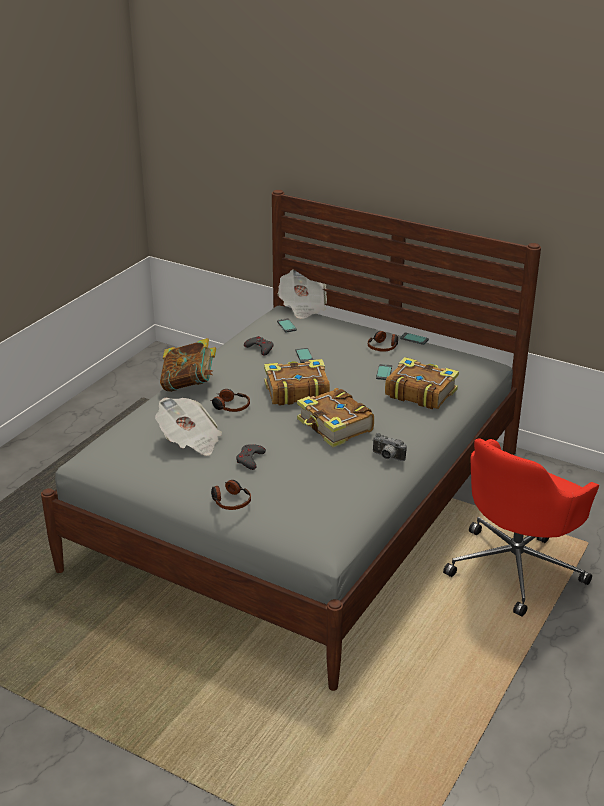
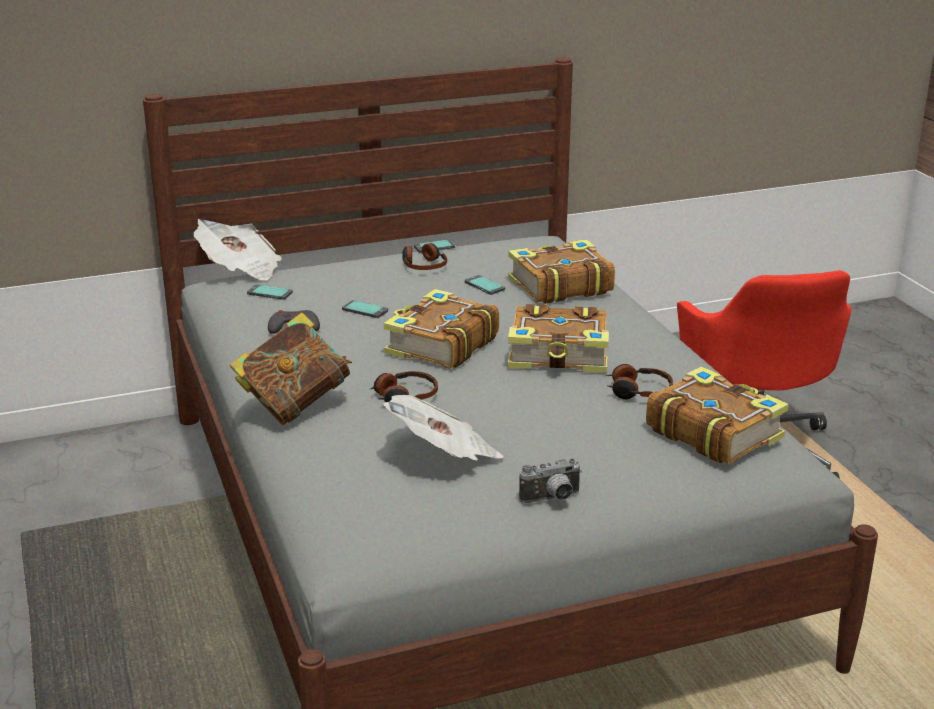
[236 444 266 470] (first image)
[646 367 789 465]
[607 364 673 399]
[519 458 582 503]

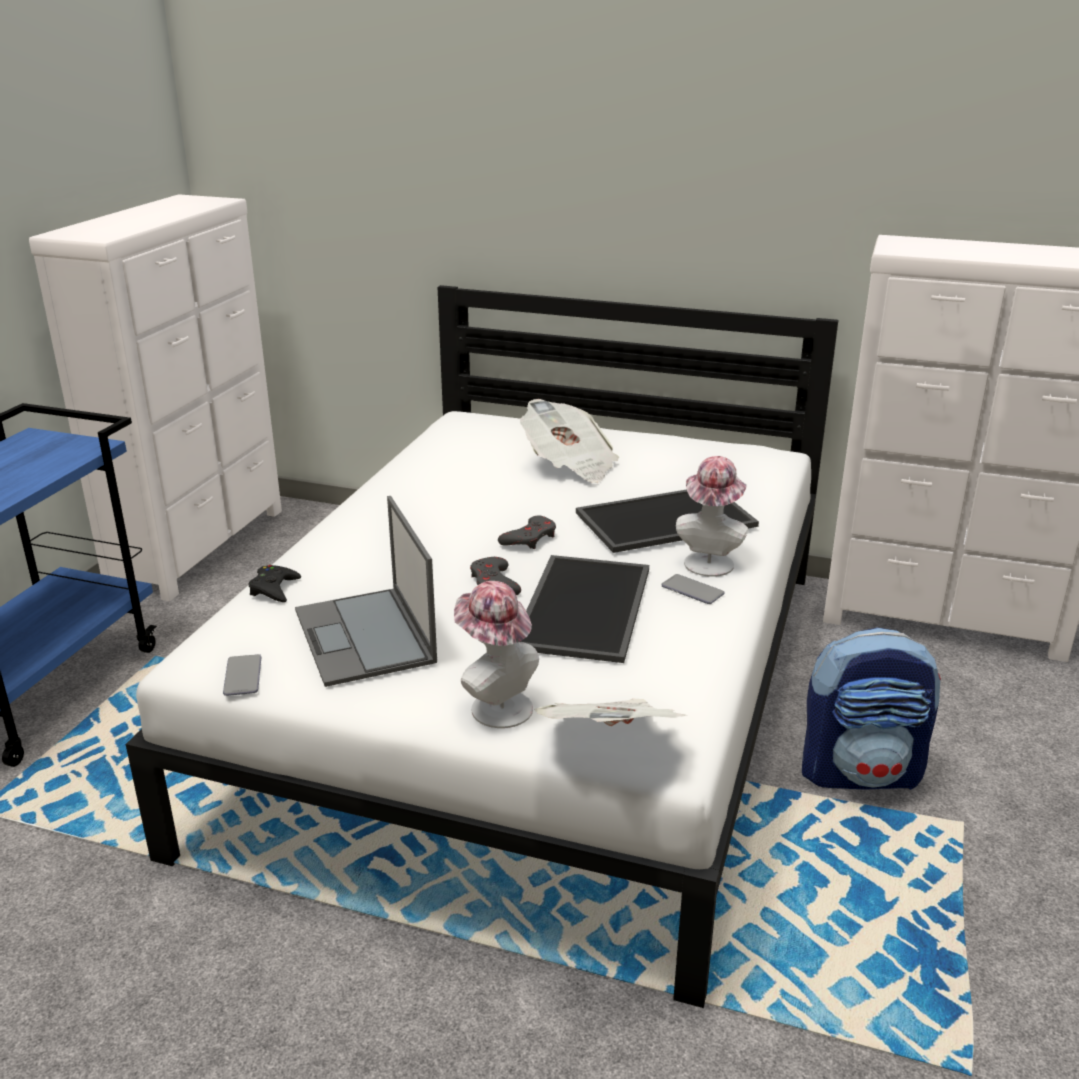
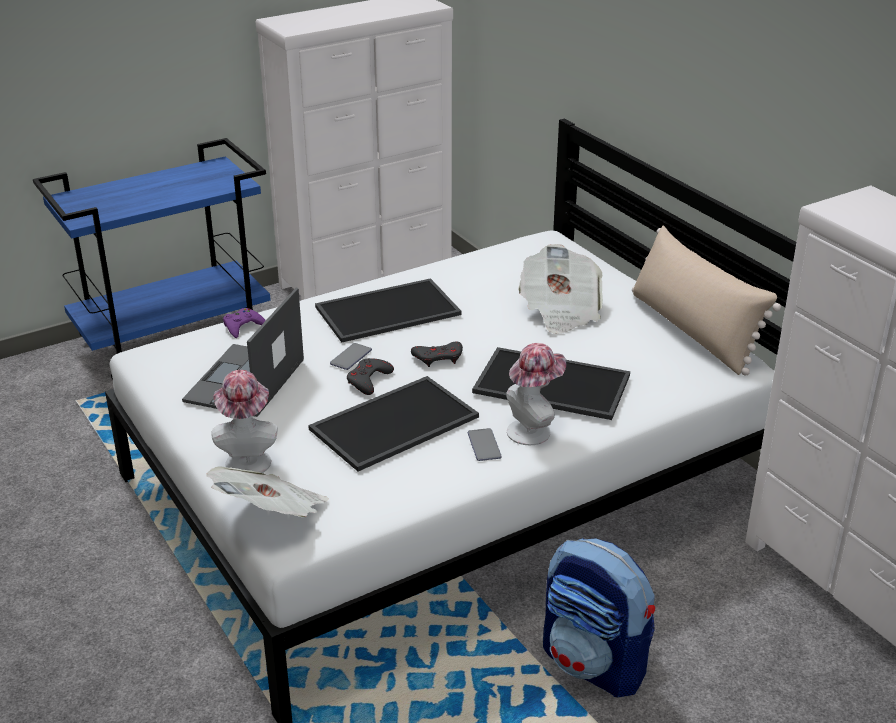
[315 278 462 343]
[632 225 781 375]
[330 343 372 370]
[223 308 266 338]

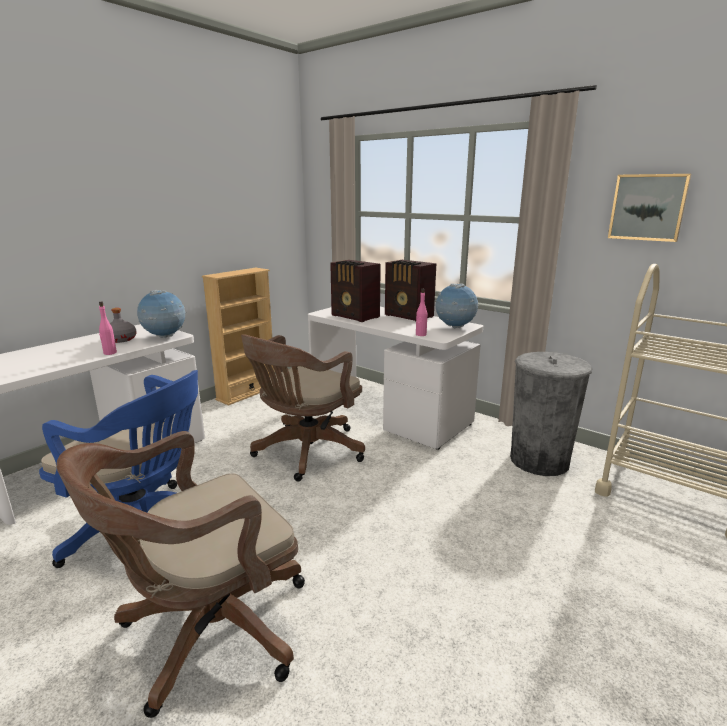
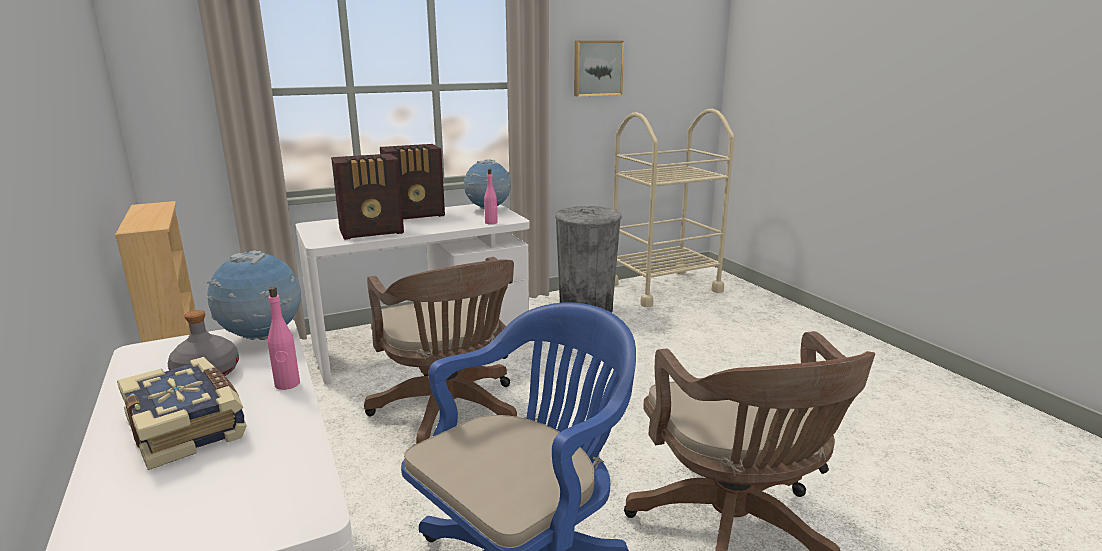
[117 357 247 470]

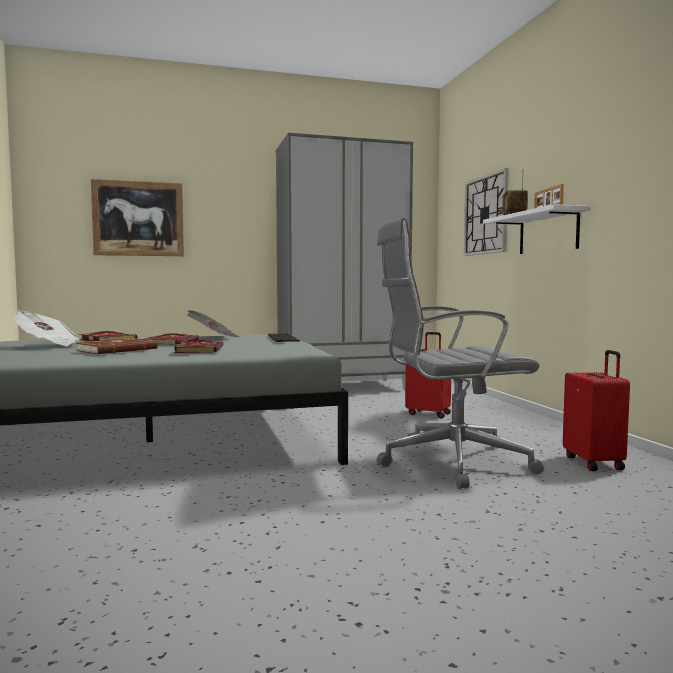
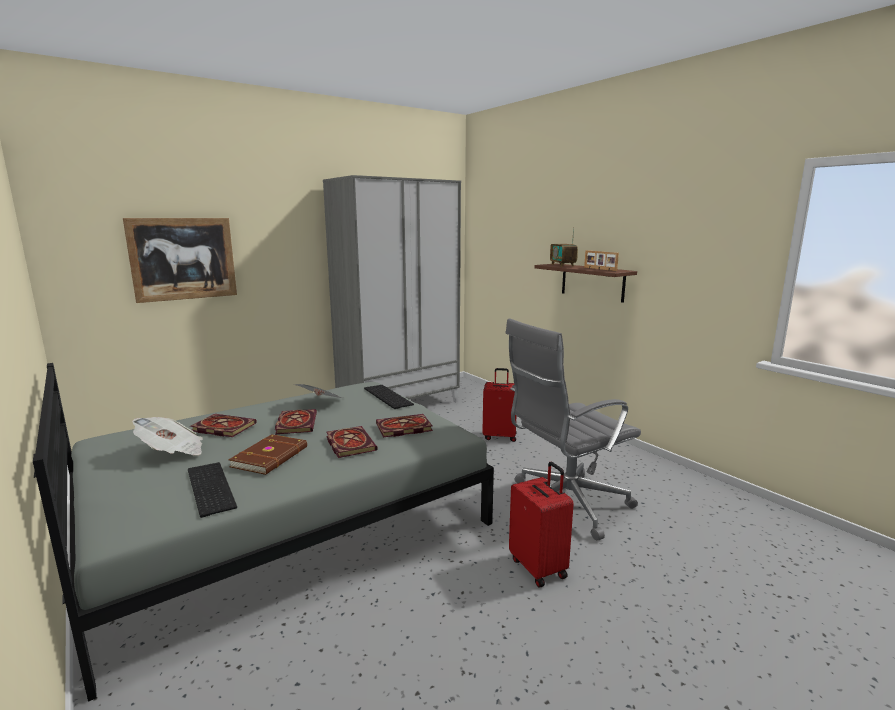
[464 168 509 256] (first image)
[188 462 237 518]
[376 414 433 438]
[509 462 574 588]
[534 263 637 303]

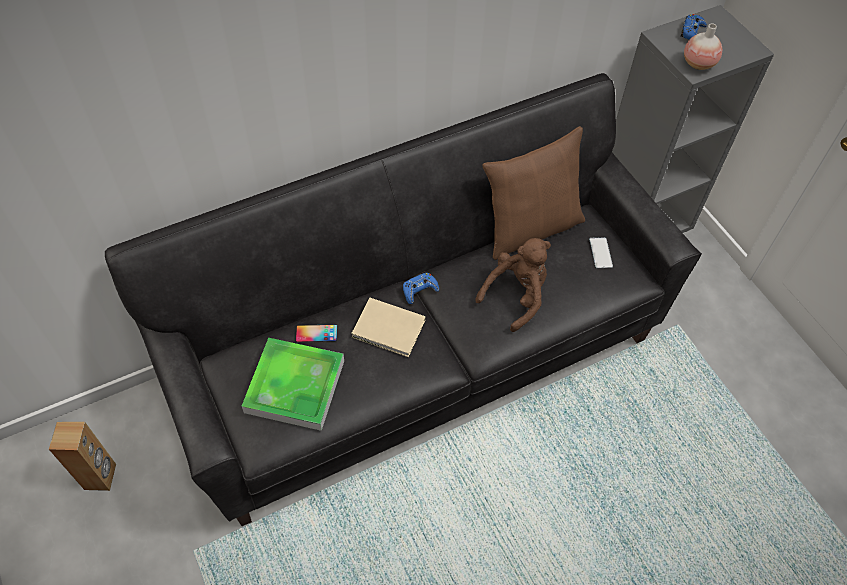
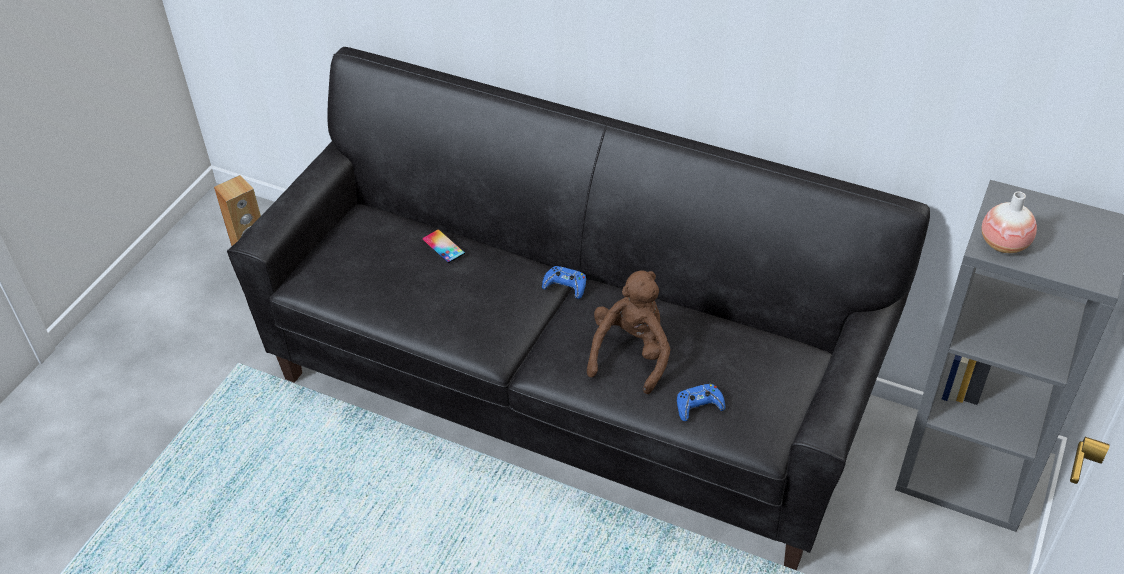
[242 338 344 431] (first image)
[351 298 426 357] (first image)
[483 126 585 260] (first image)
[589 237 613 268] (first image)
[677 384 725 421]
[587 271 671 394]

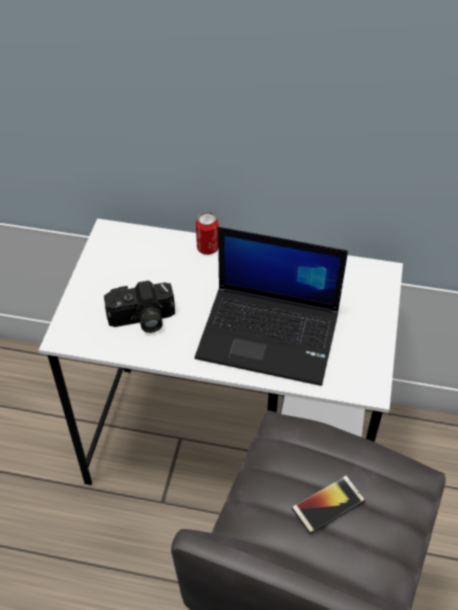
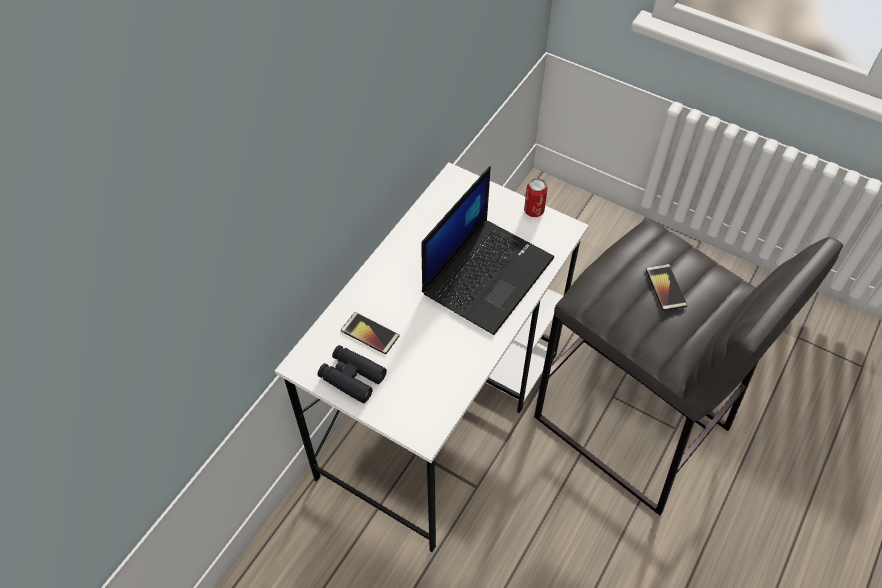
[104 280 175 333] (first image)
[318 345 387 403]
[341 312 399 354]
[524 178 548 217]

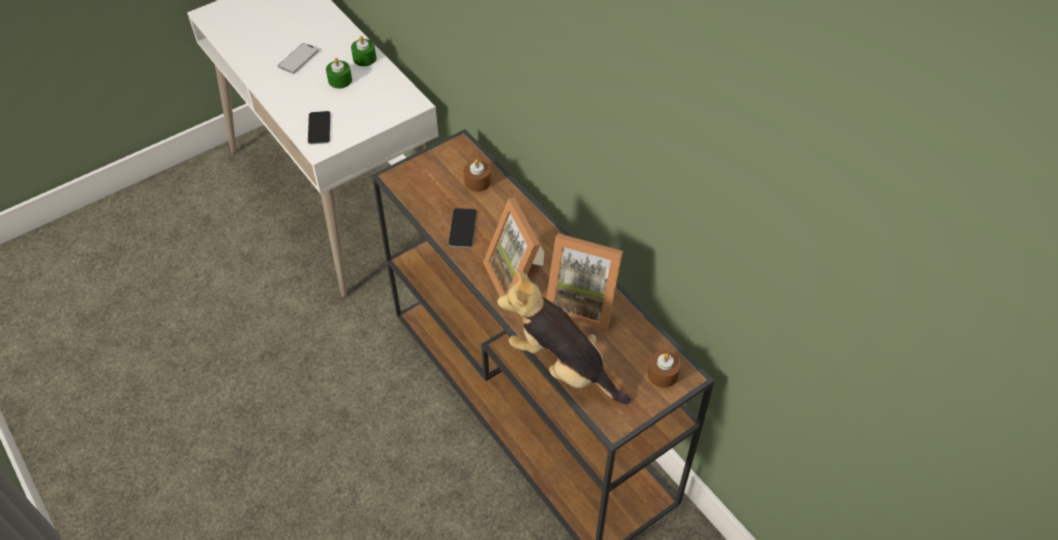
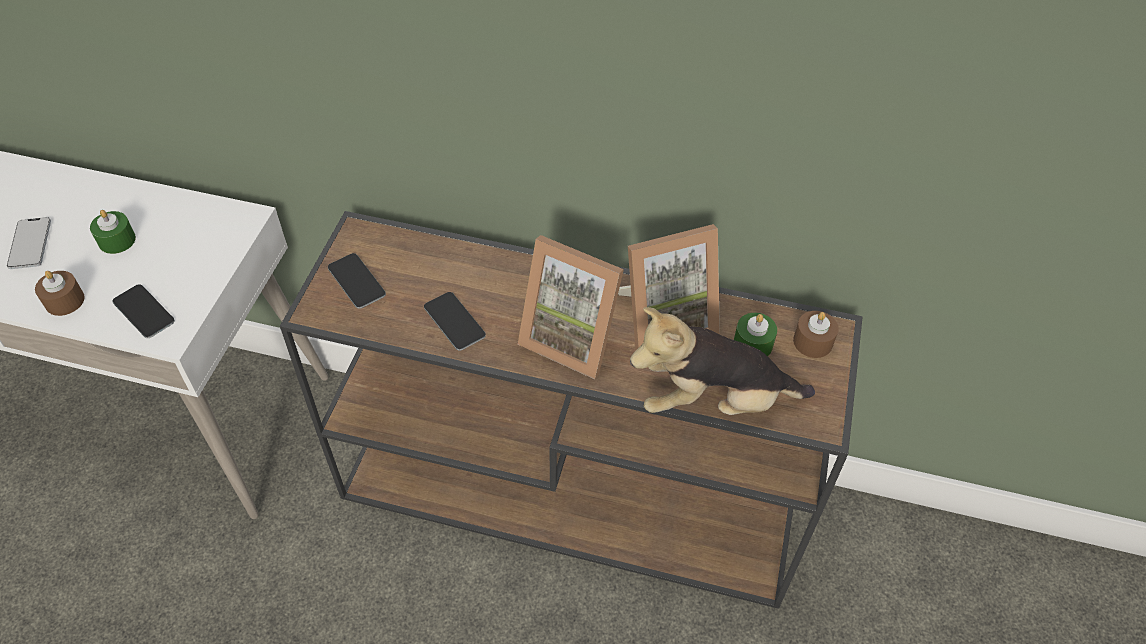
[328 253 386 309]
[734 313 777 356]
[35 271 85 316]

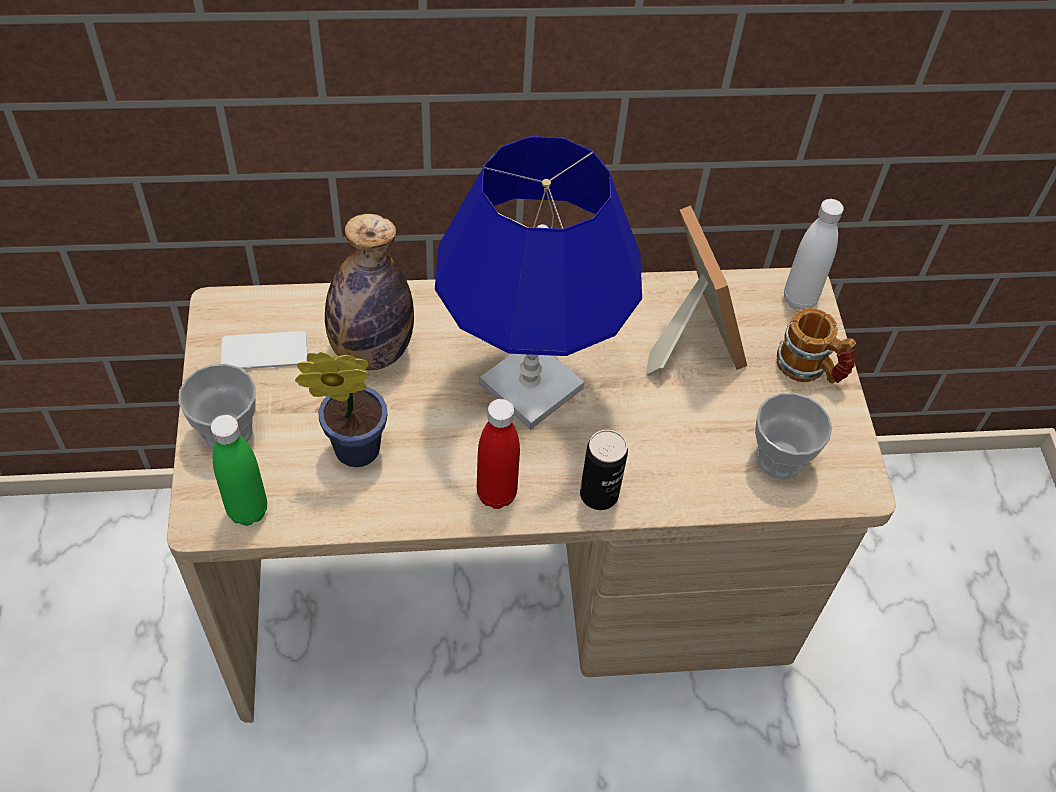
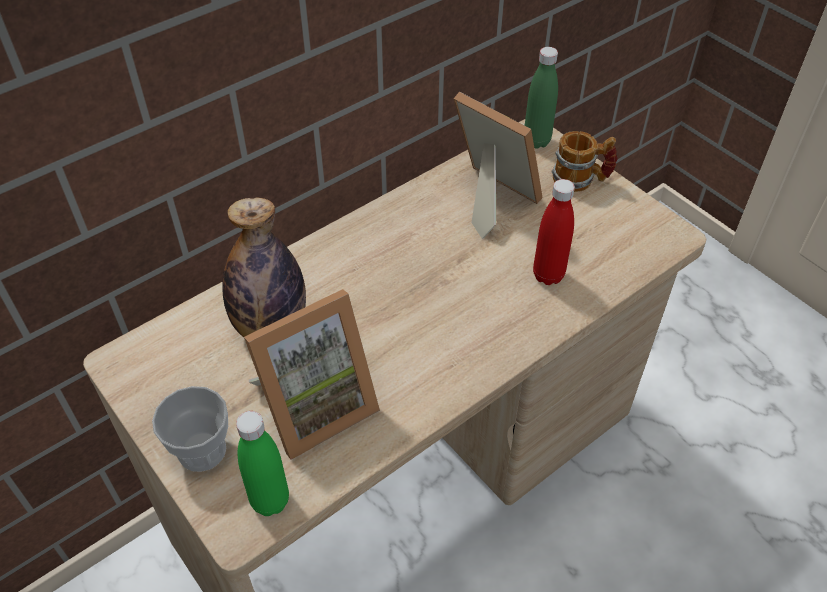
[221 331 307 369] (first image)
[435 136 642 430] (first image)
[580 430 628 510] (first image)
[755 393 832 480] (first image)
[533 179 575 285]
[244 289 380 460]
[525 47 558 149]

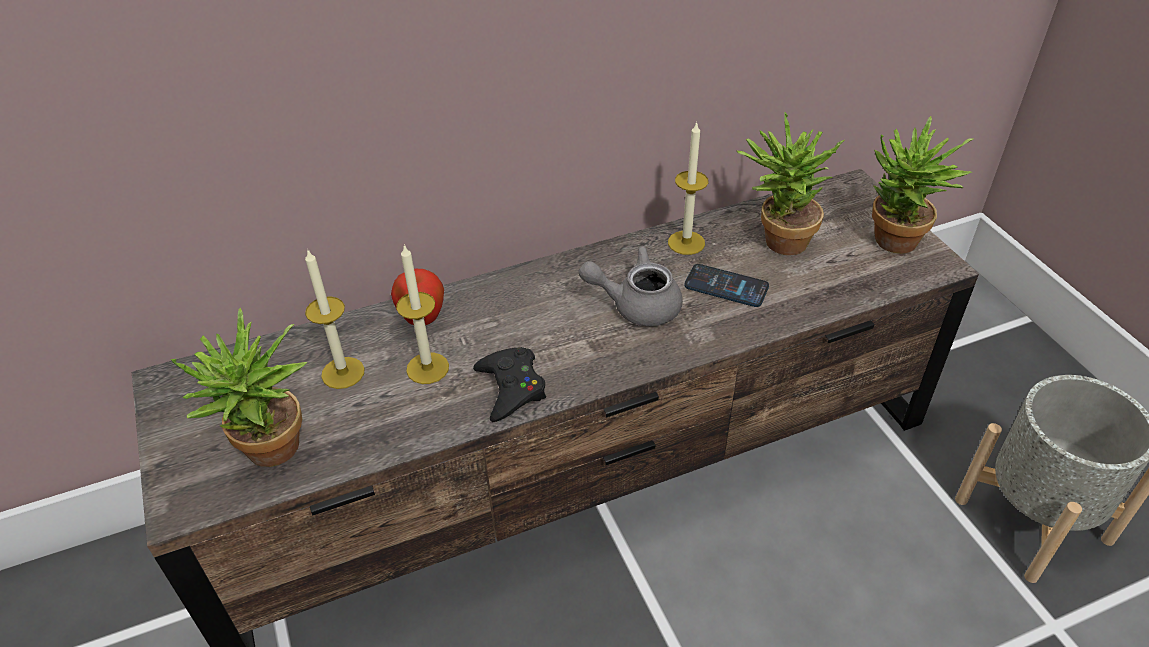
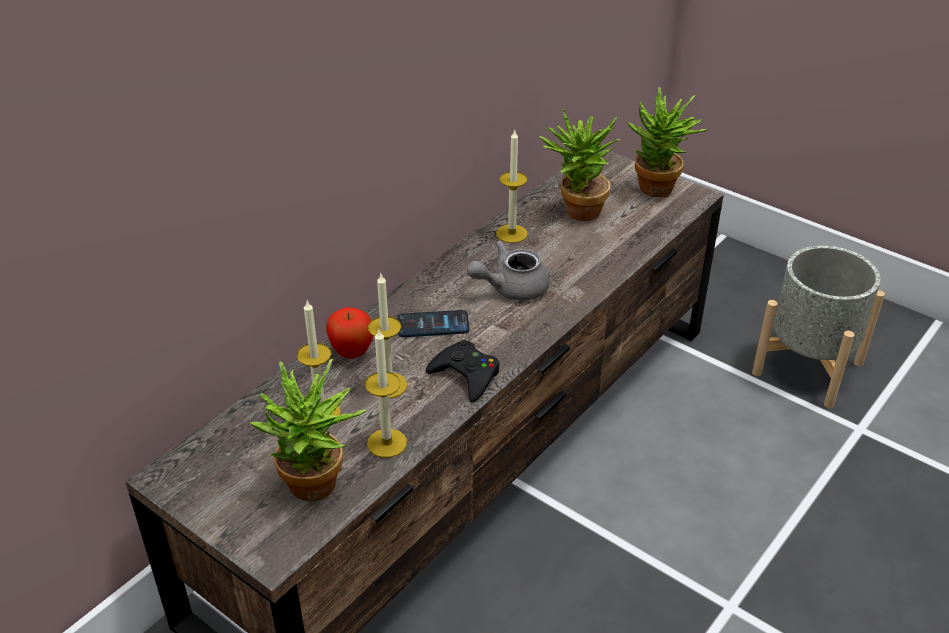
[365 328 407 458]
[397 310 469 337]

